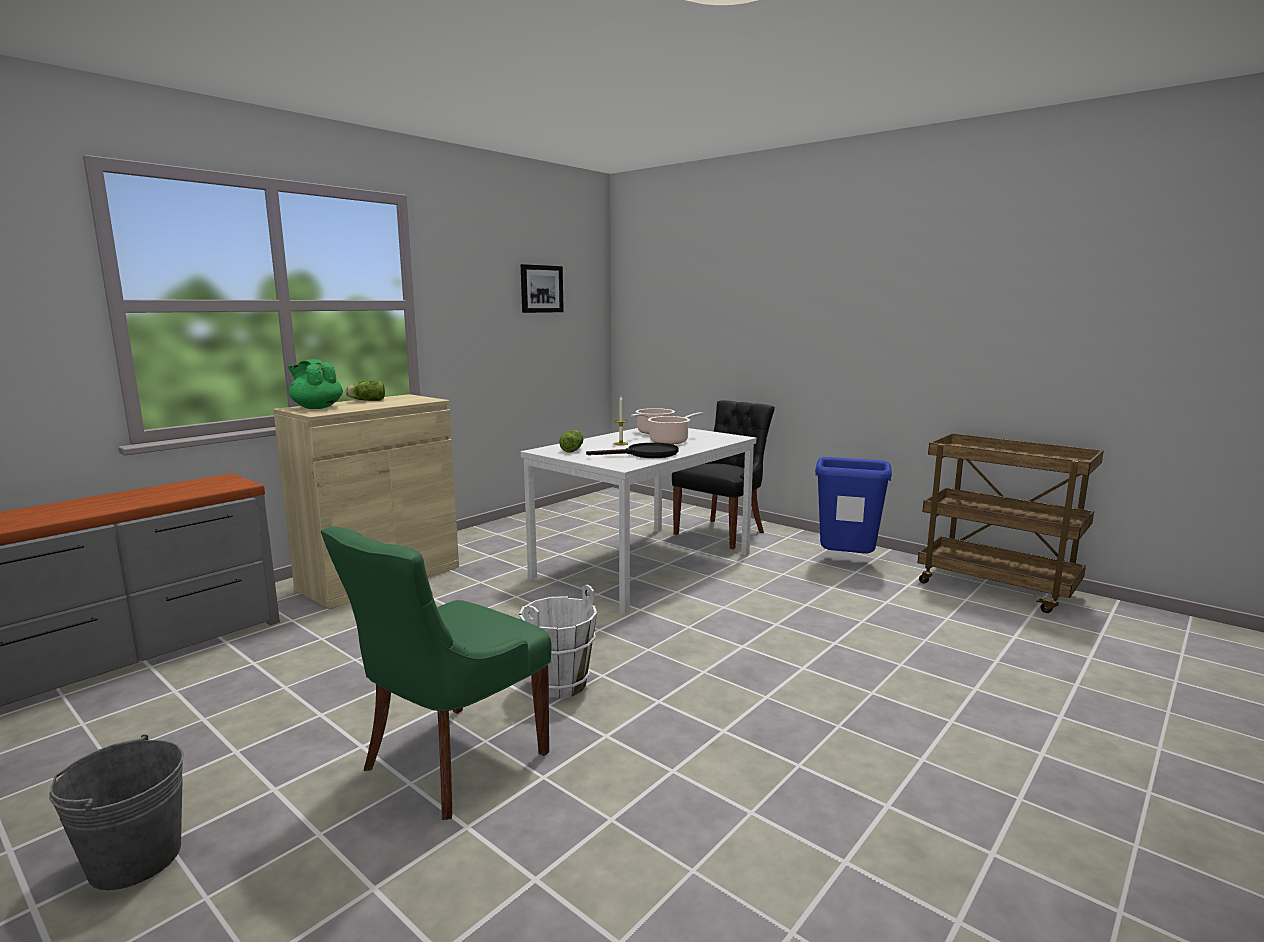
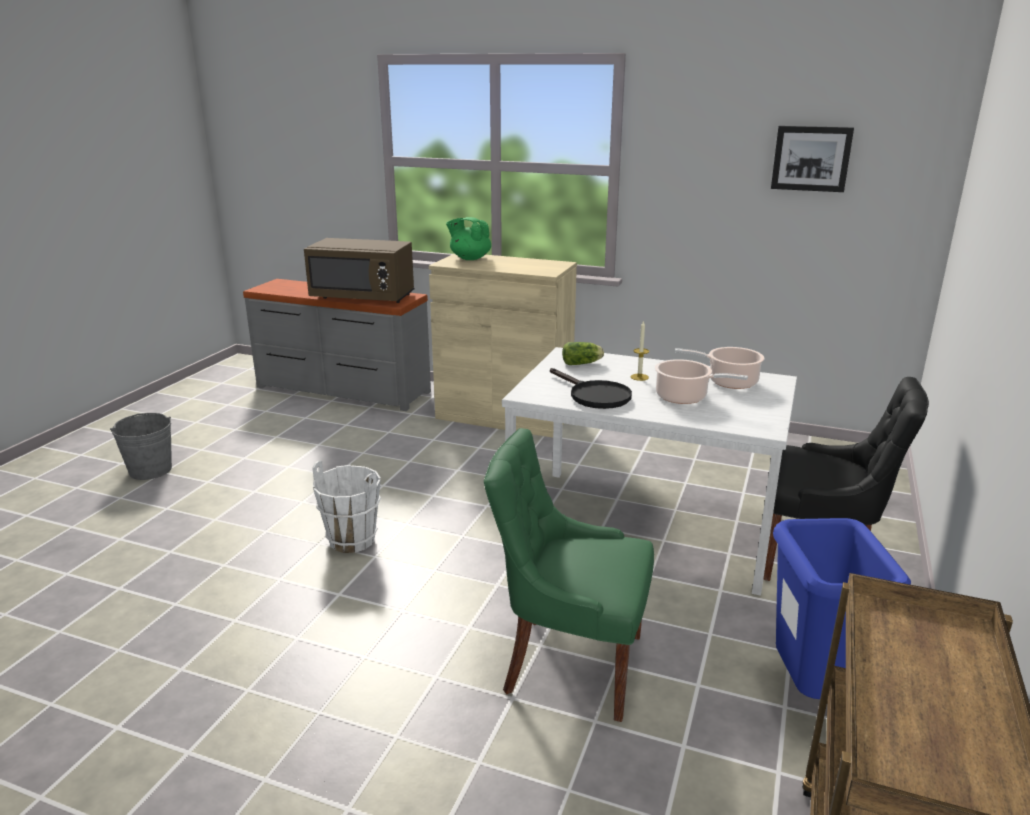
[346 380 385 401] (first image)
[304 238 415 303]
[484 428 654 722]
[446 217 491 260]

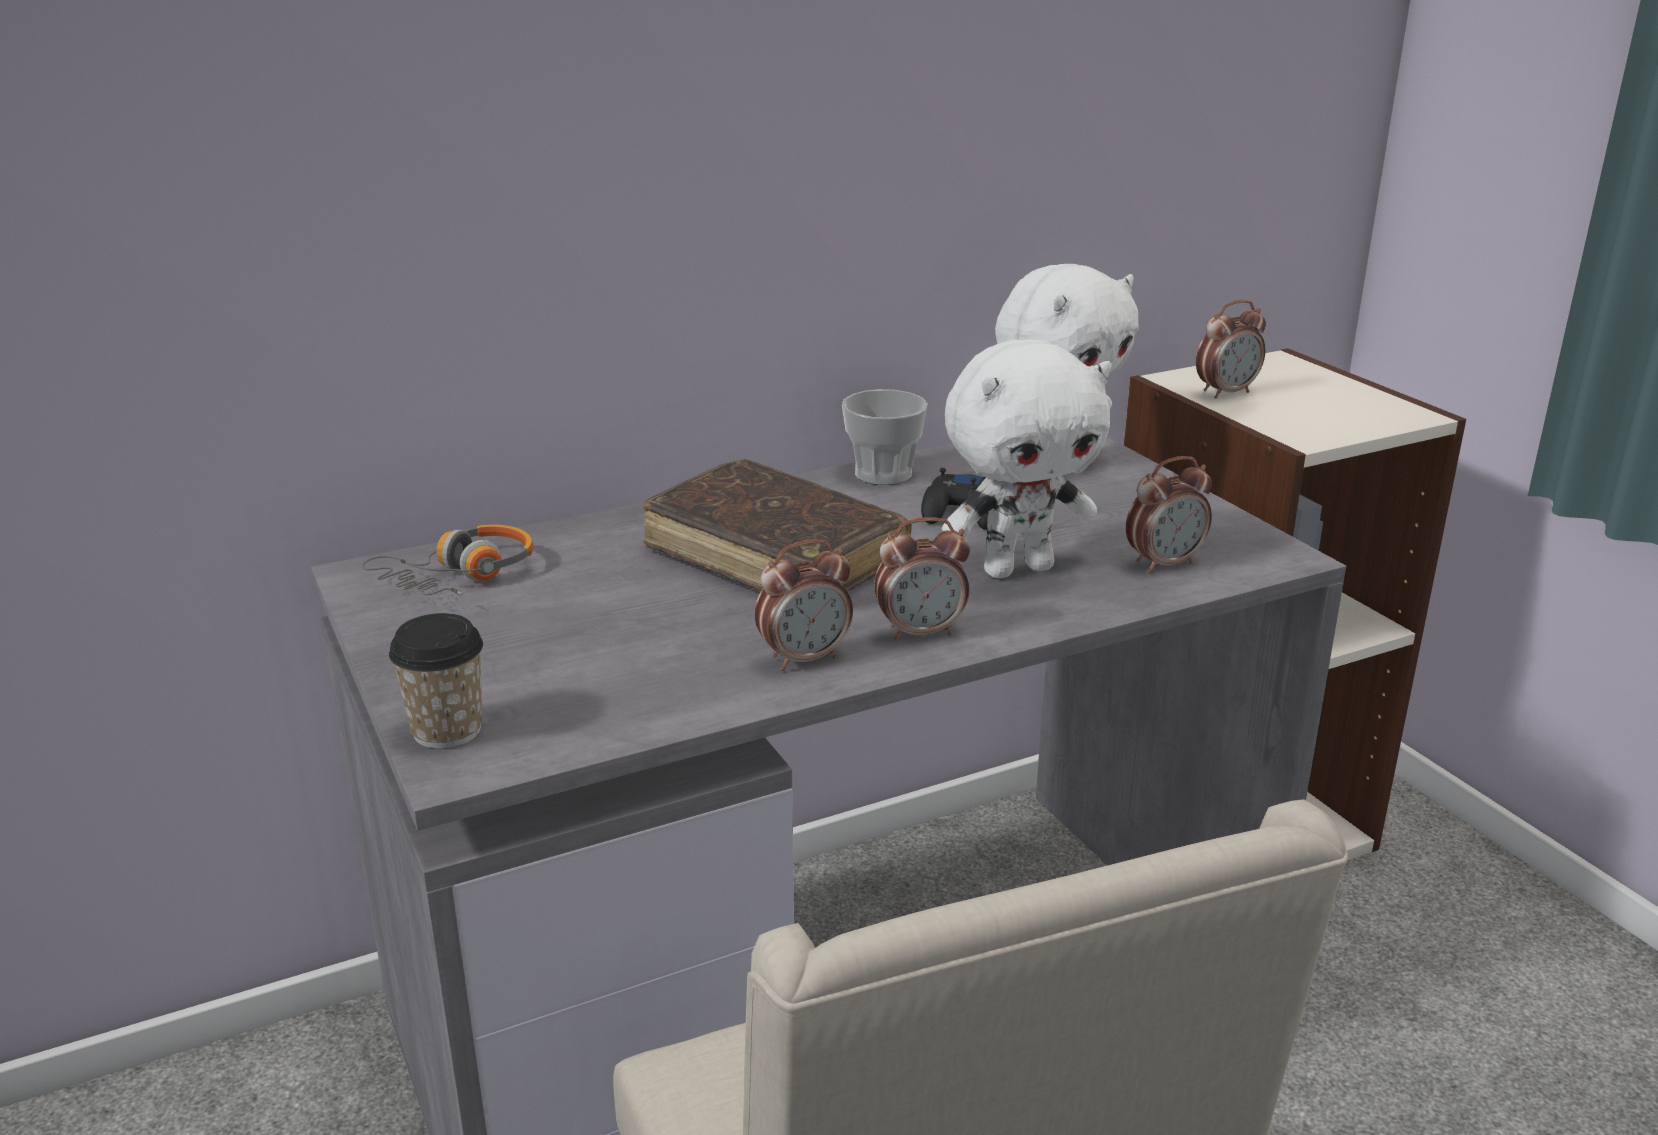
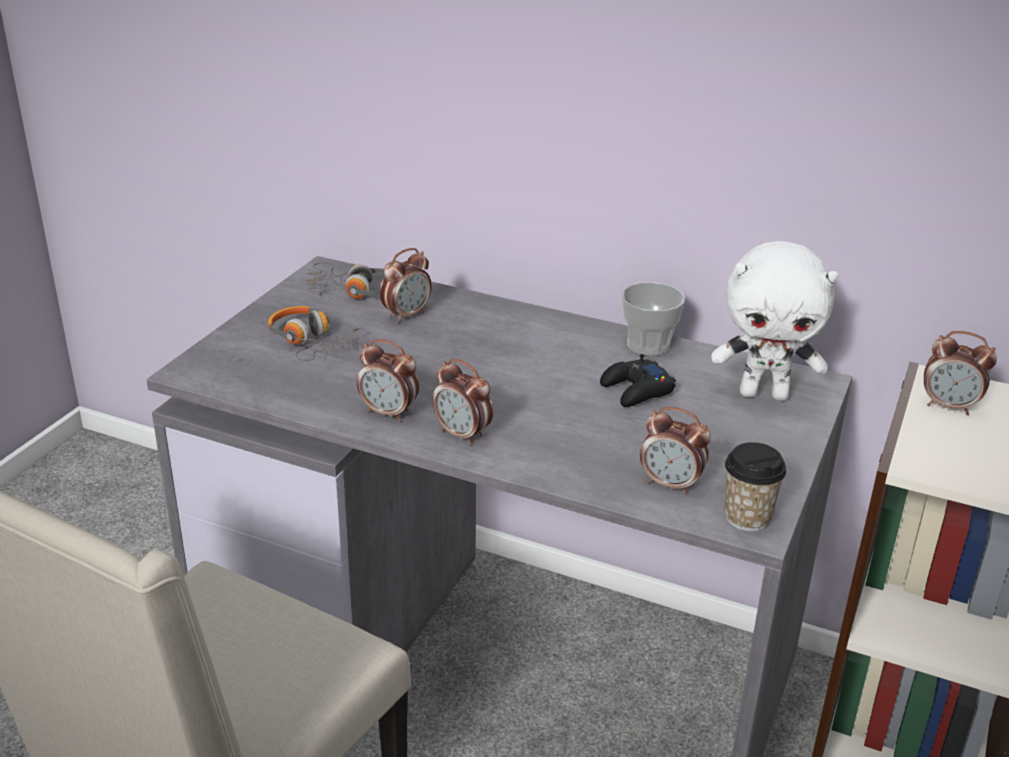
[643 459 911 592] (first image)
[942 340 1112 578] (first image)
[268 306 362 361]
[380 248 431 323]
[724 442 786 532]

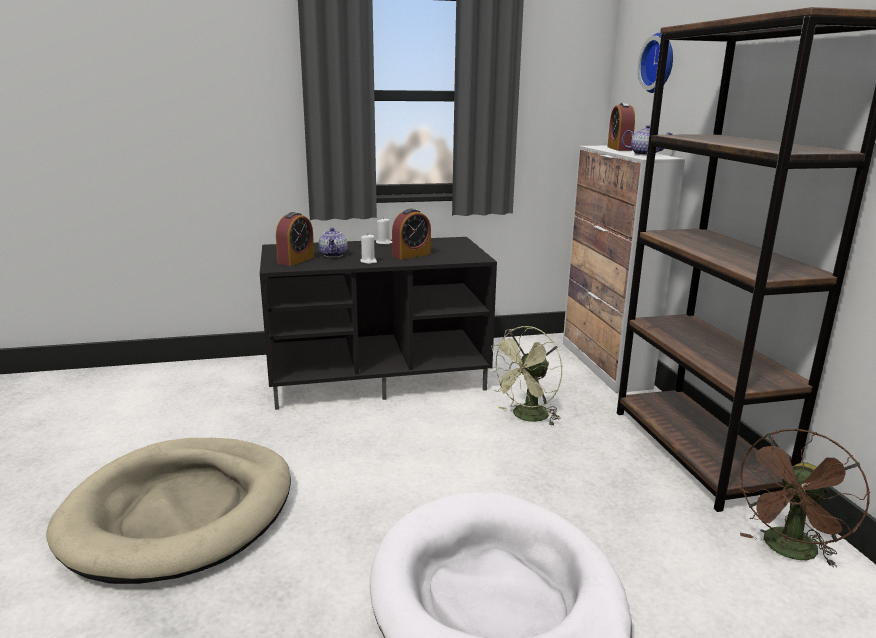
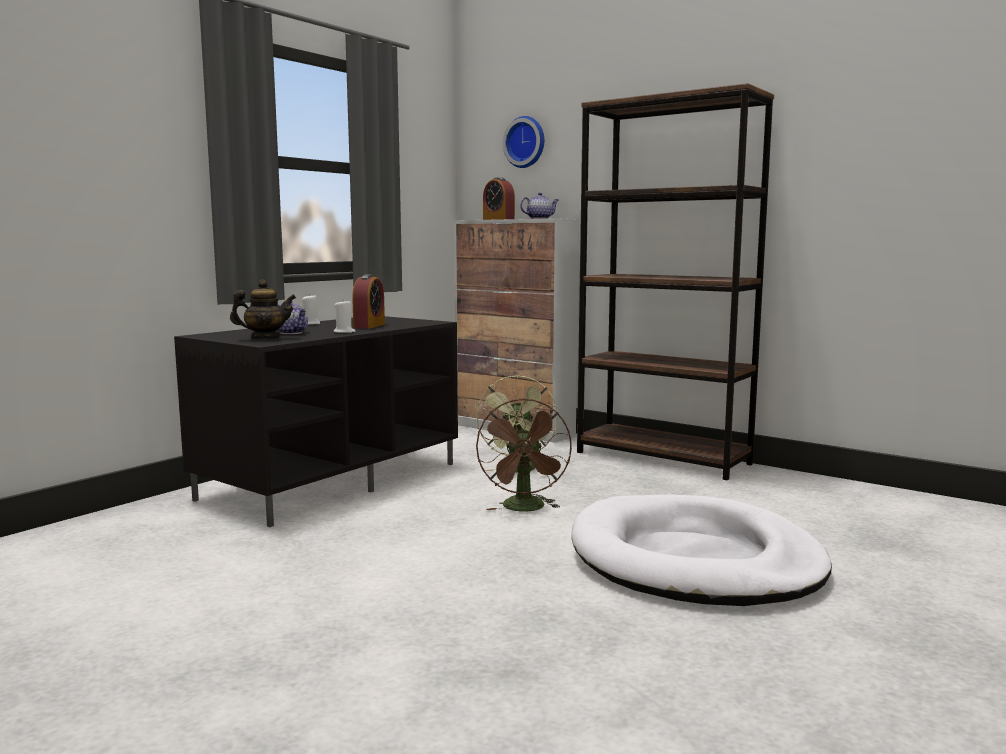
[46 438 291 584] (first image)
[476 398 572 512]
[230 280 296 339]

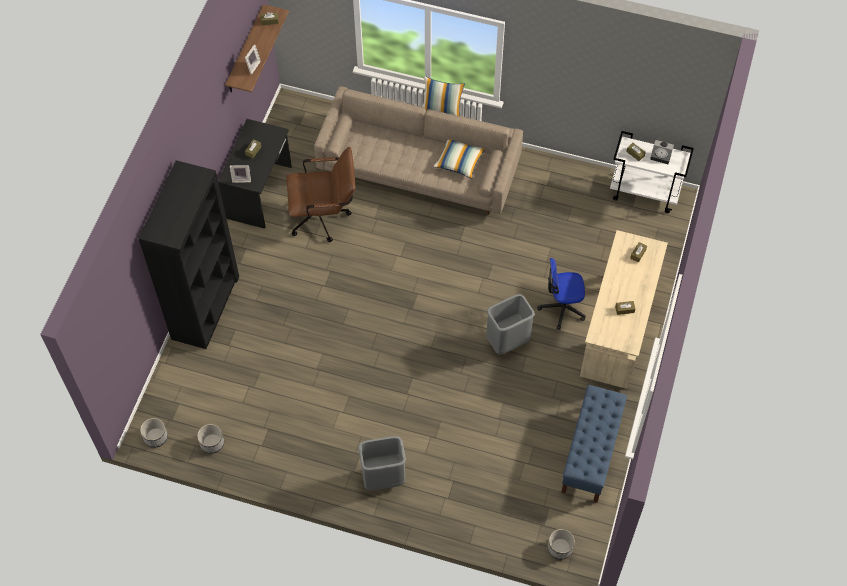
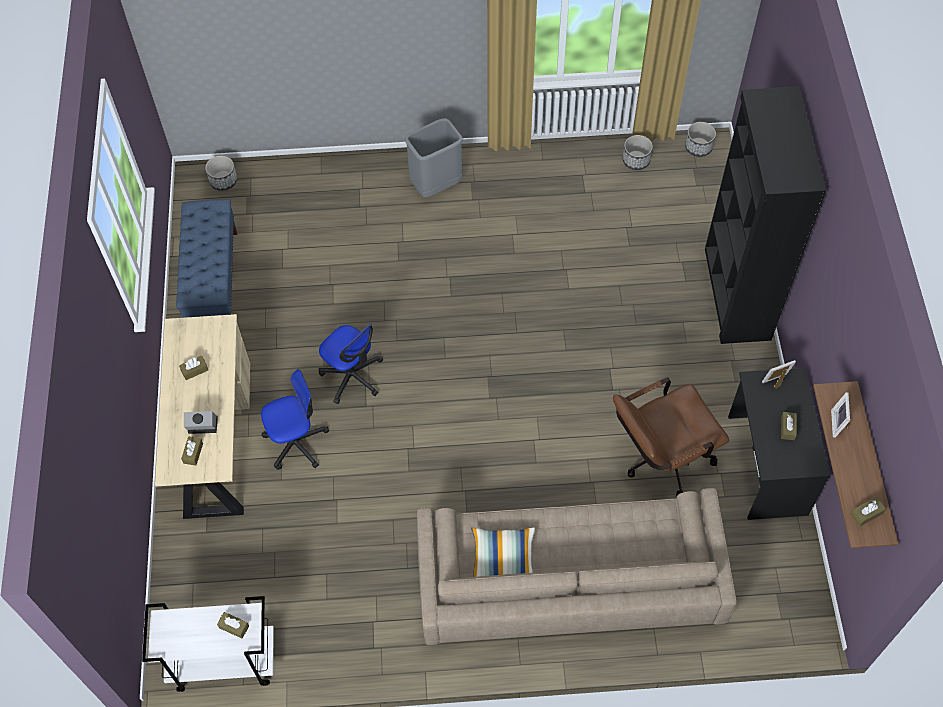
[422 76 465 116] (first image)
[184 411 218 434]
[319 323 383 404]

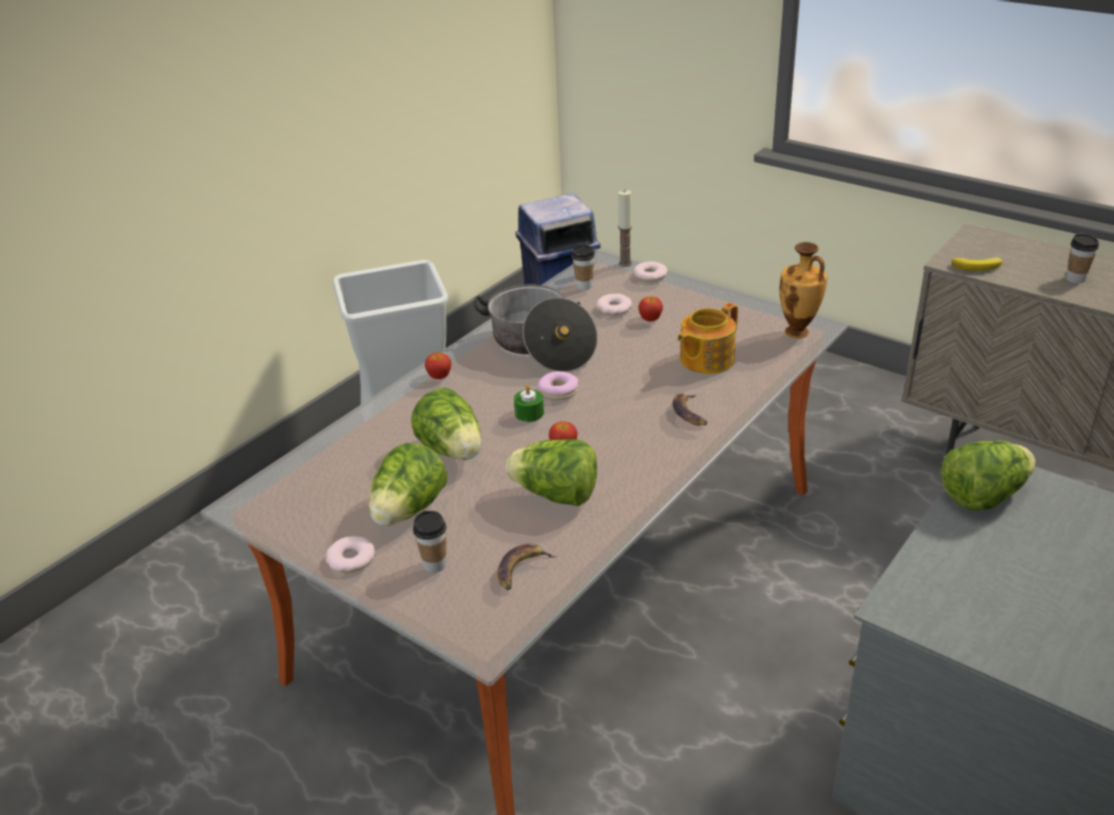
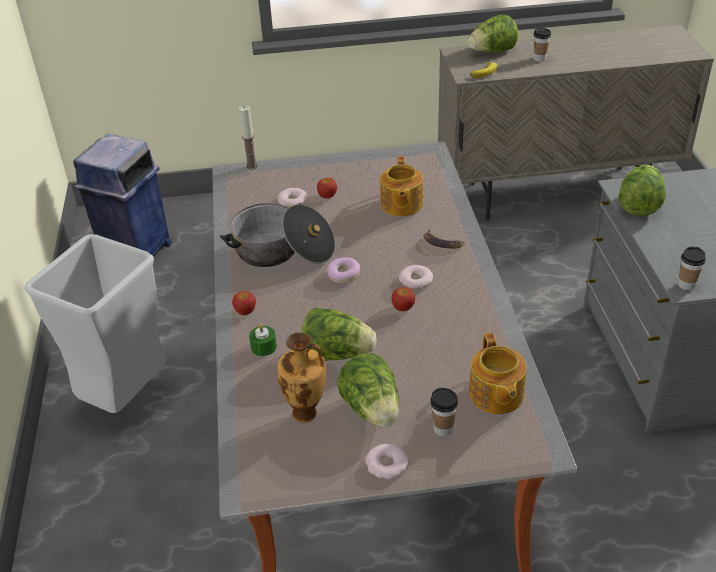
[468 15 518 52]
[249 324 277 356]
[678 247 706 290]
[398 265 433 289]
[277 332 326 423]
[469 333 527 414]

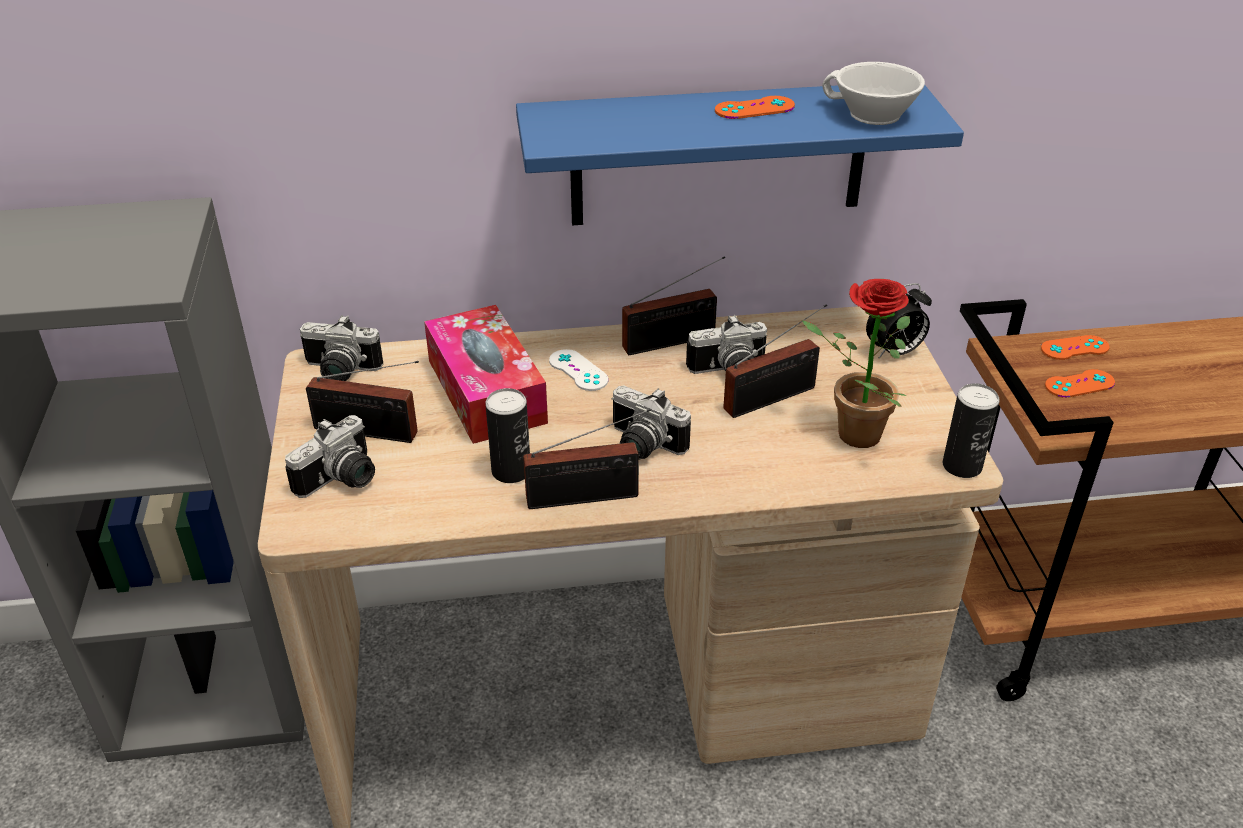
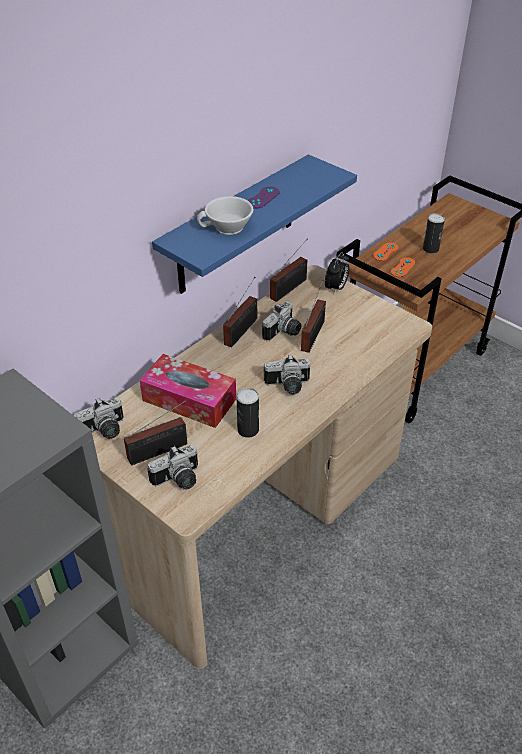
[549 349 608 391] (first image)
[801 279 910 448] (first image)
[270 239 308 302]
[197 196 254 235]
[423 213 445 254]
[247 186 280 209]
[148 445 198 490]

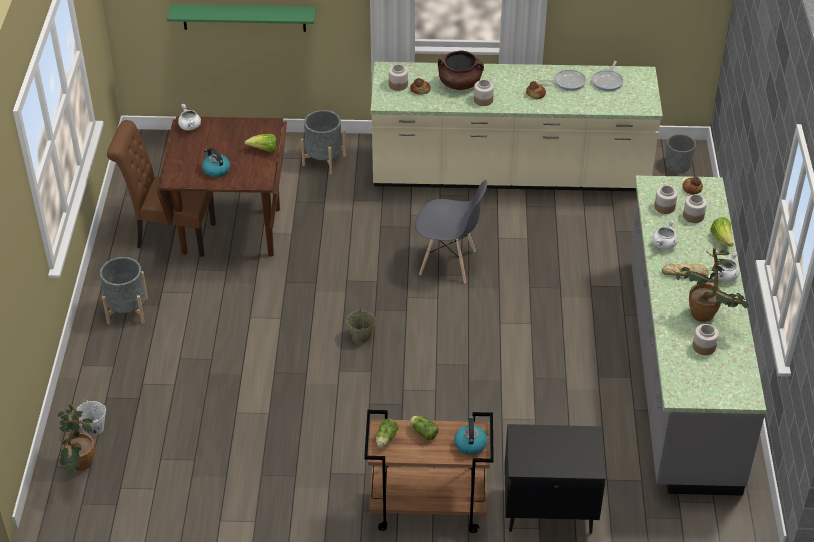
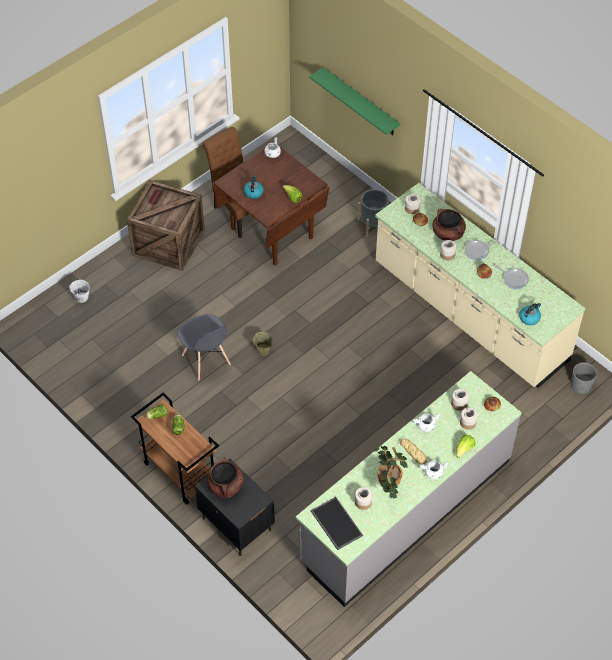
[57 403 95 473] (first image)
[207 457 243 497]
[311 497 363 550]
[177 314 231 380]
[519 303 541 325]
[465 240 499 260]
[127 180 205 271]

